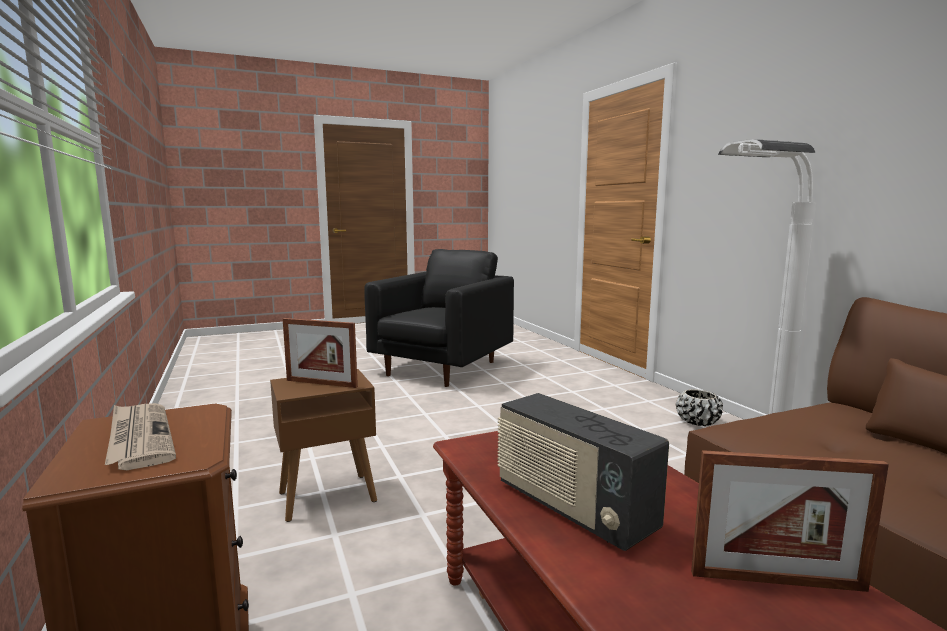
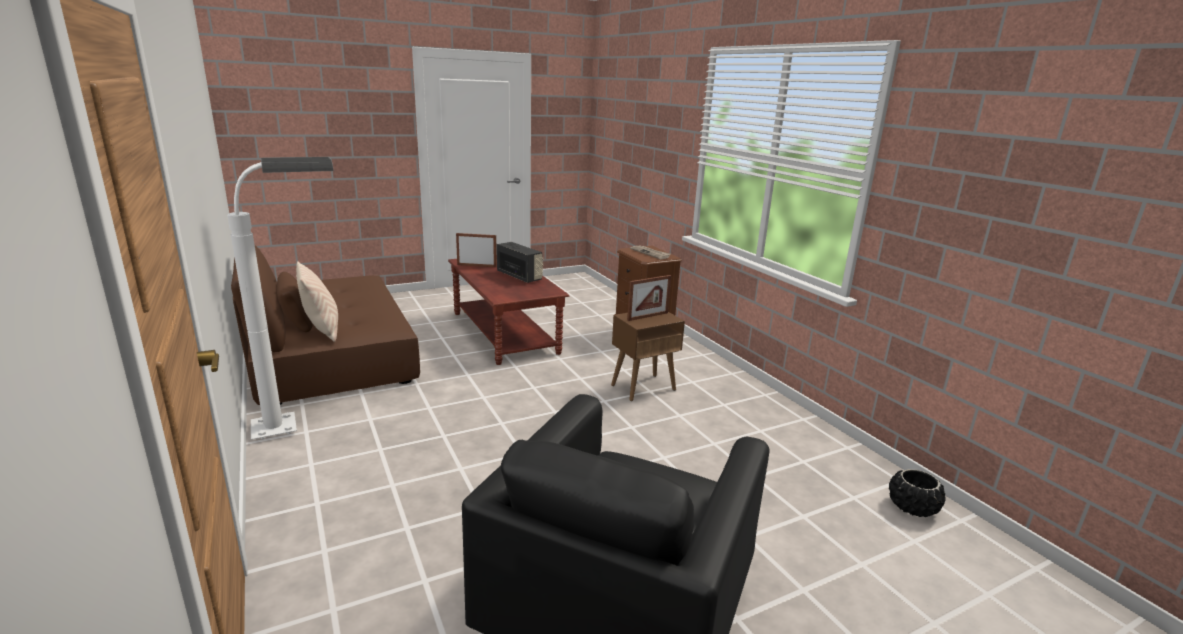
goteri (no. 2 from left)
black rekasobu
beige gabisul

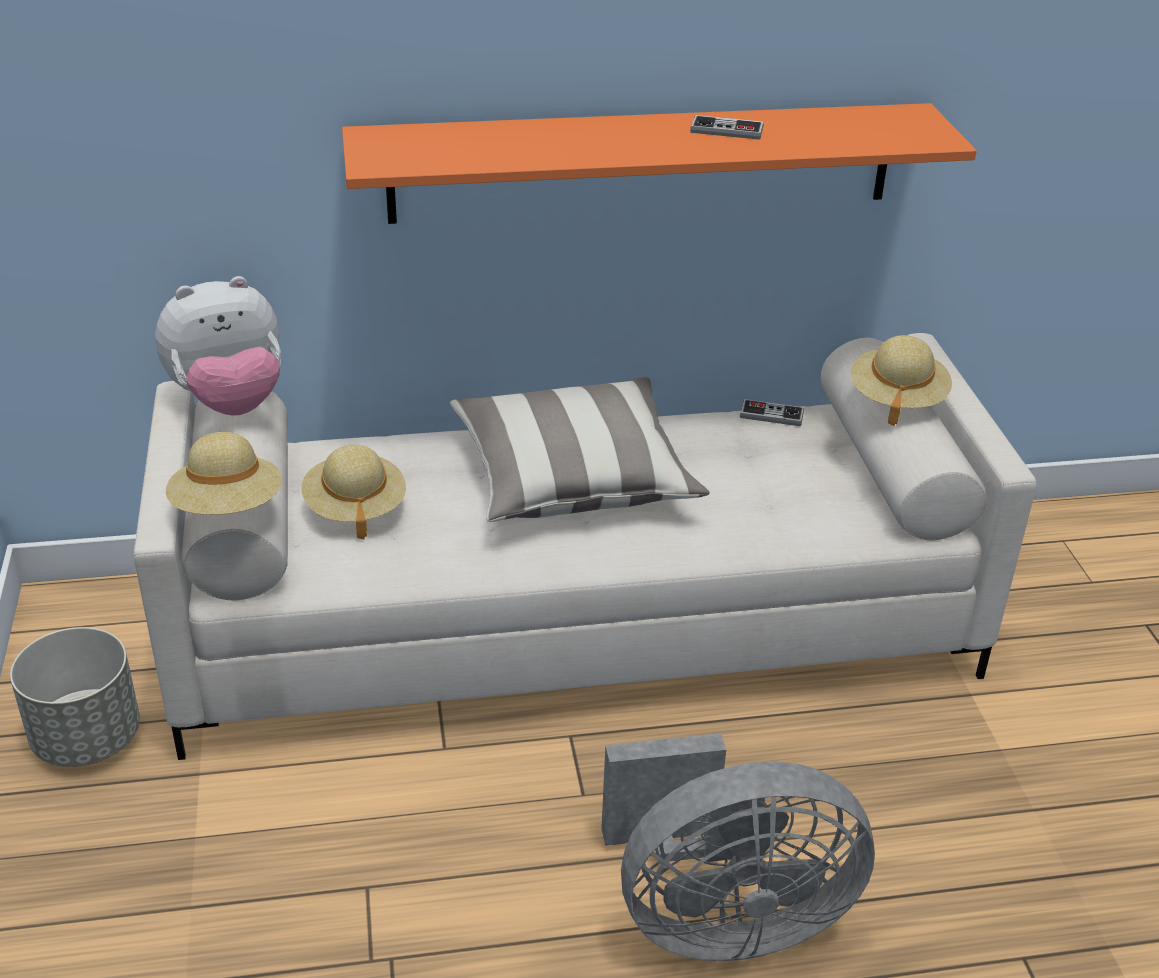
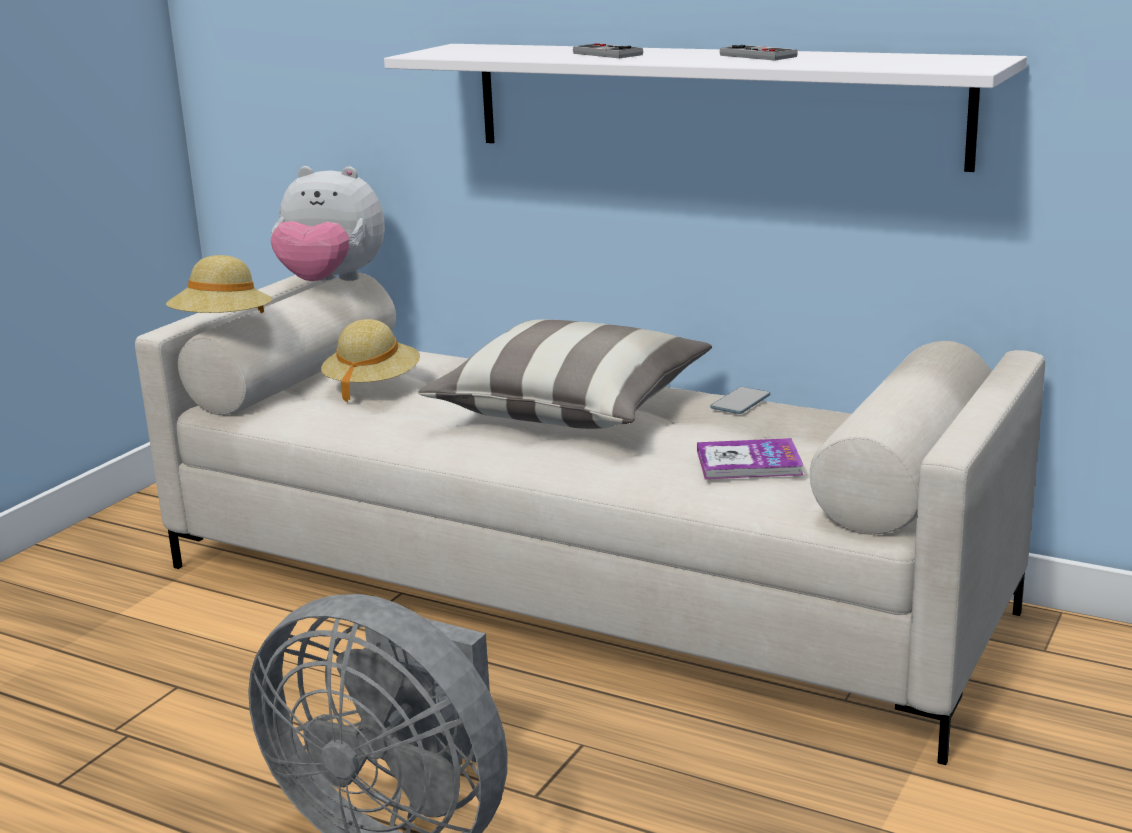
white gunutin
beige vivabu (no. 3 from left in the first image)
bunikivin (no. 1 from left)
grey rekasobu
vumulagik
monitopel

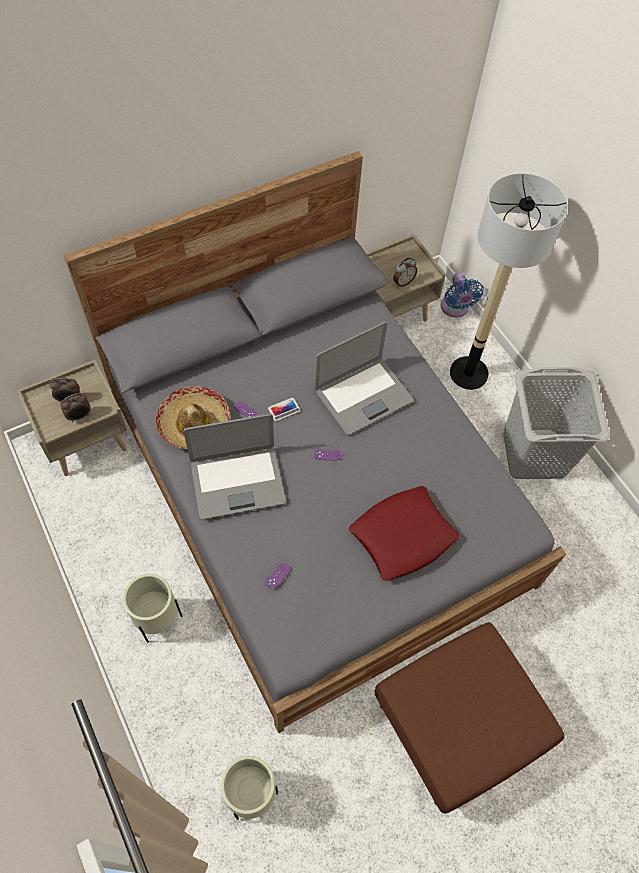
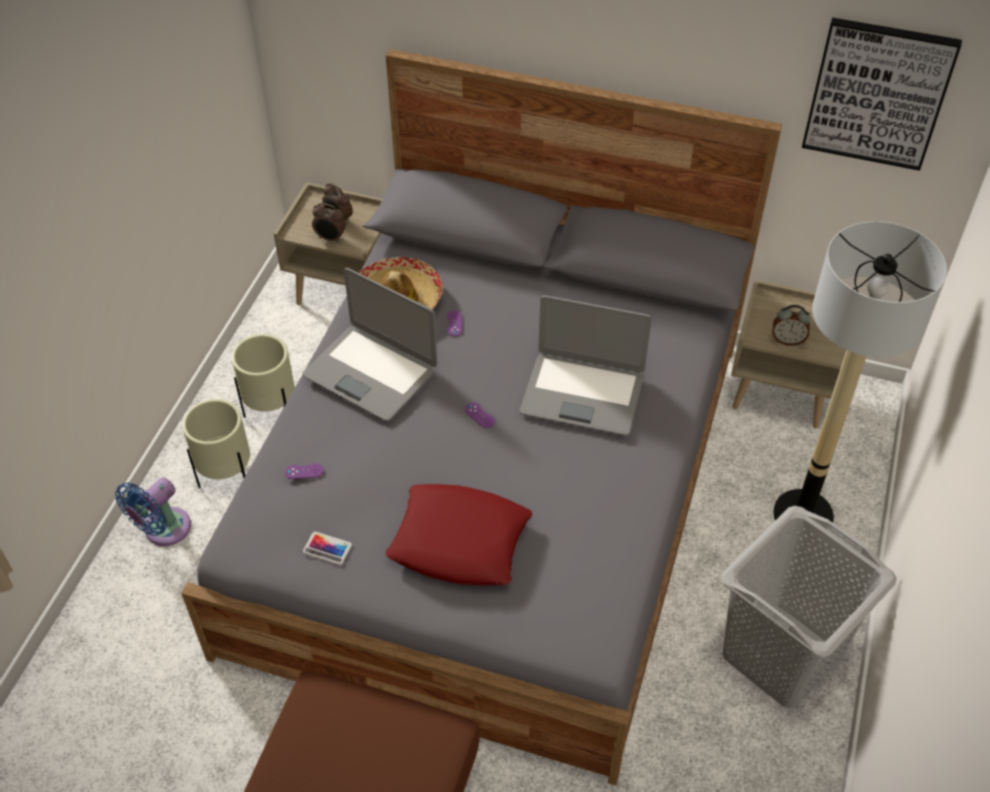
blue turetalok
vumulagik
beige rekasobu (no. 2 from left)
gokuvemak

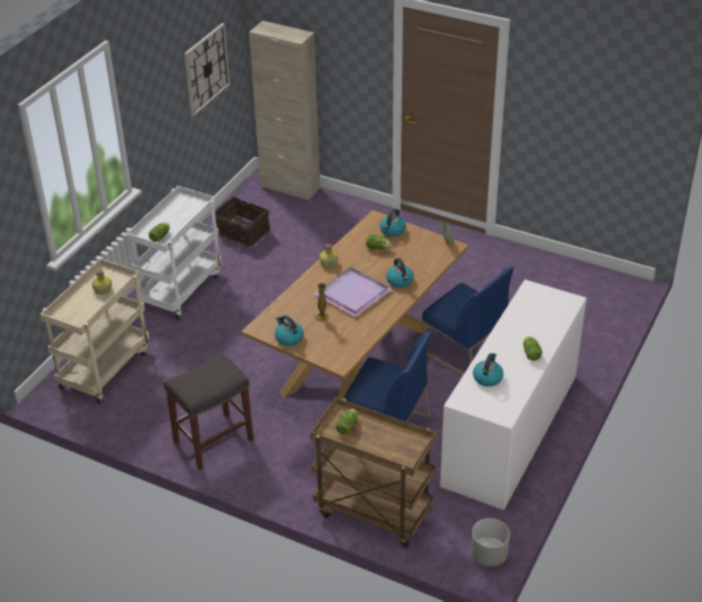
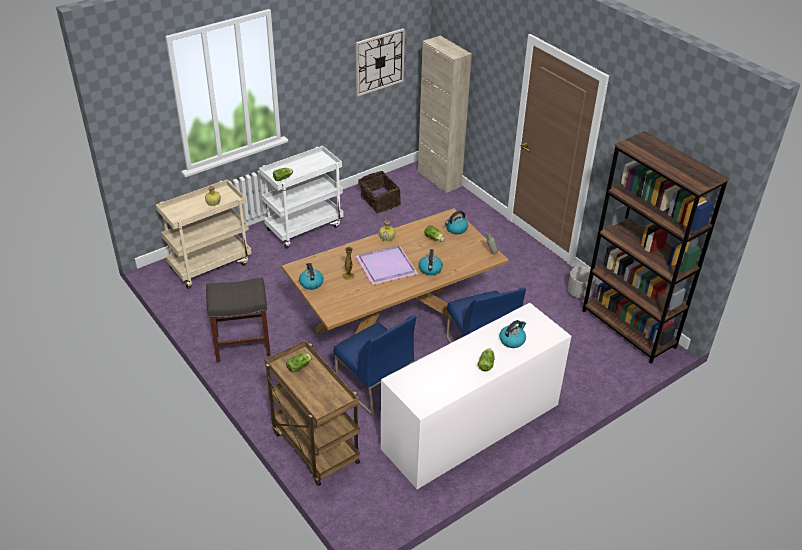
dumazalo (no. 4 from left)
grey rekasobu
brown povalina

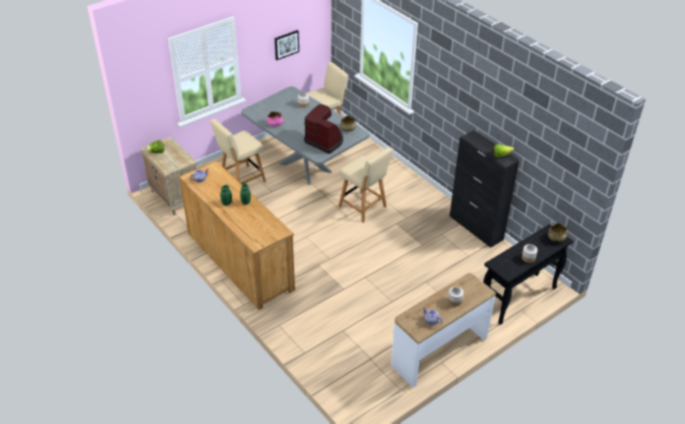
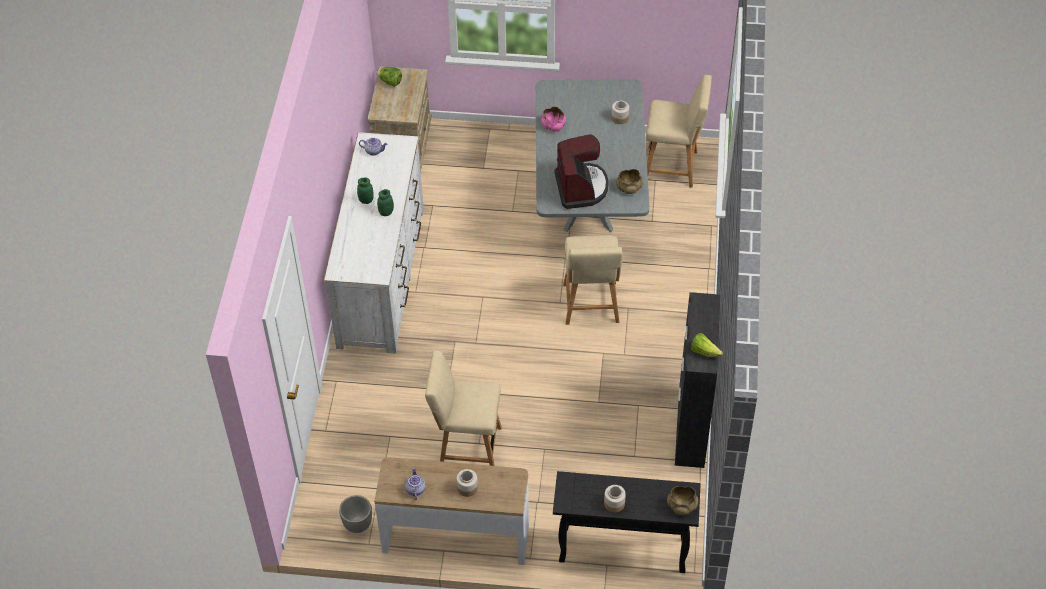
gokuvemak
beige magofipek (no. 1 from left)
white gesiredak
rekasobu

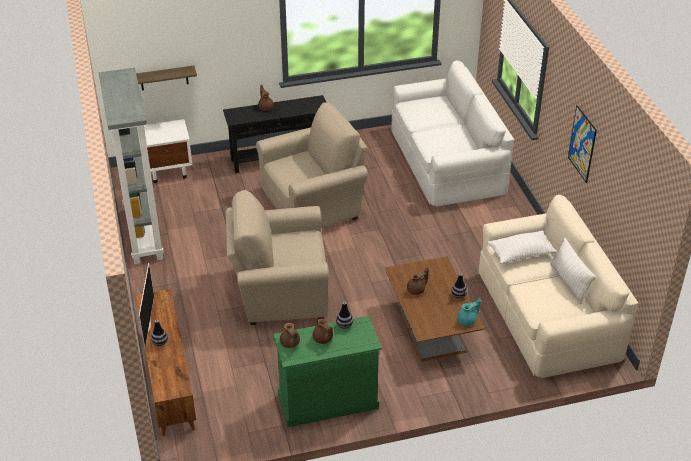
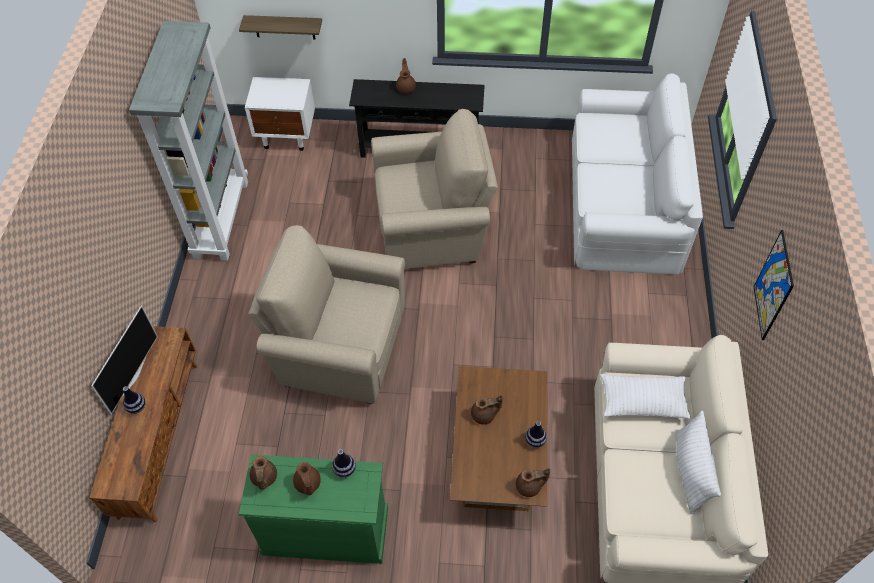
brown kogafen (no. 5 from left)

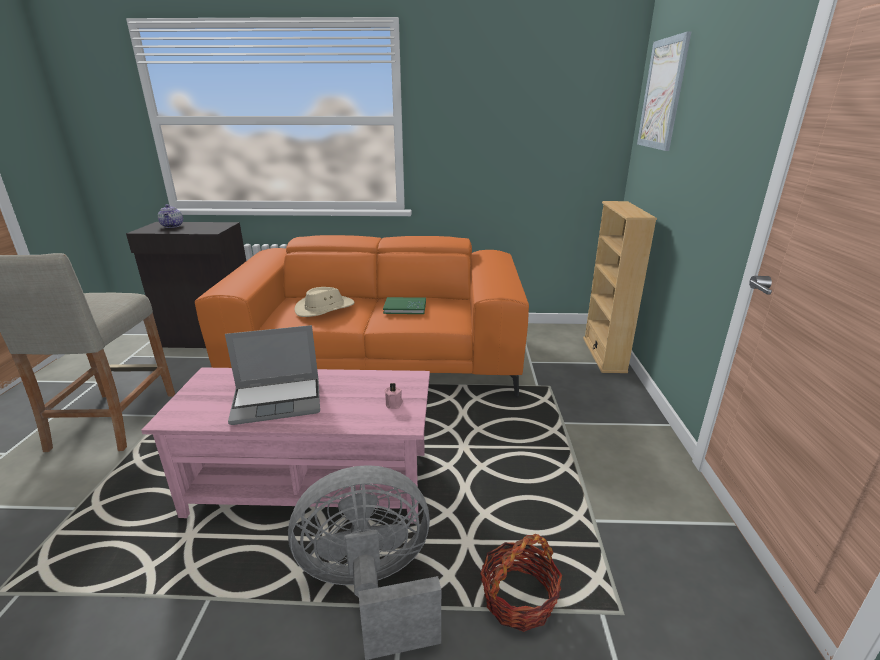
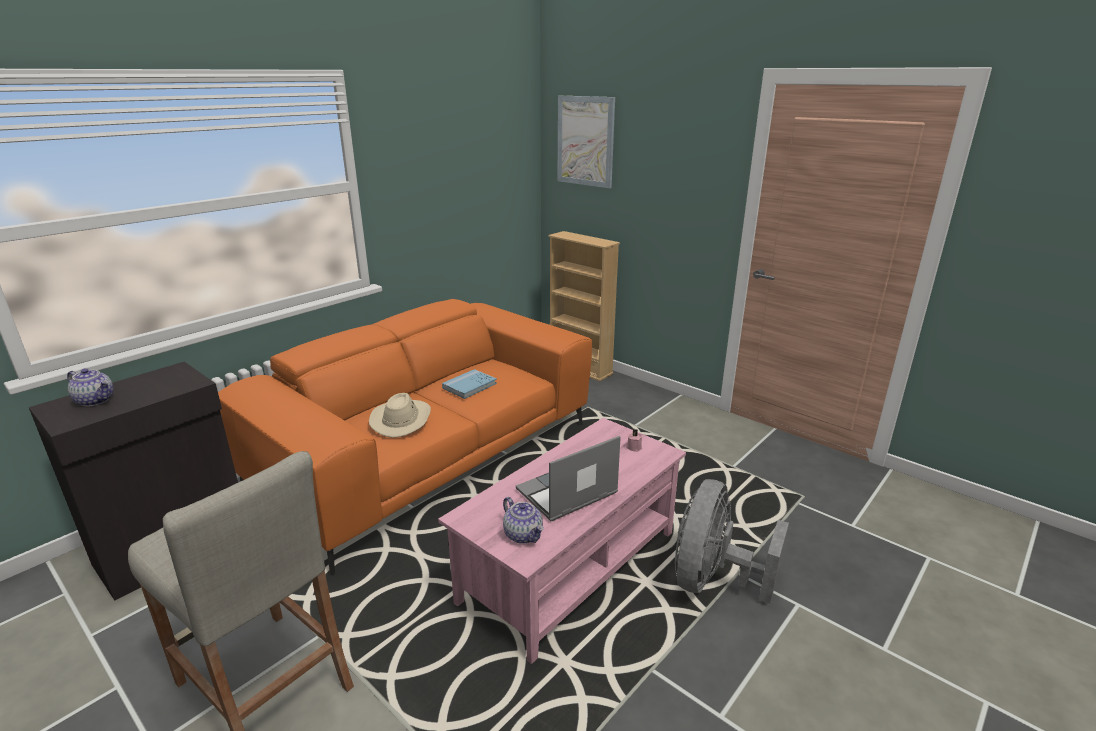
blue monitopel
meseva
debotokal
kogafen (no. 2 from left)

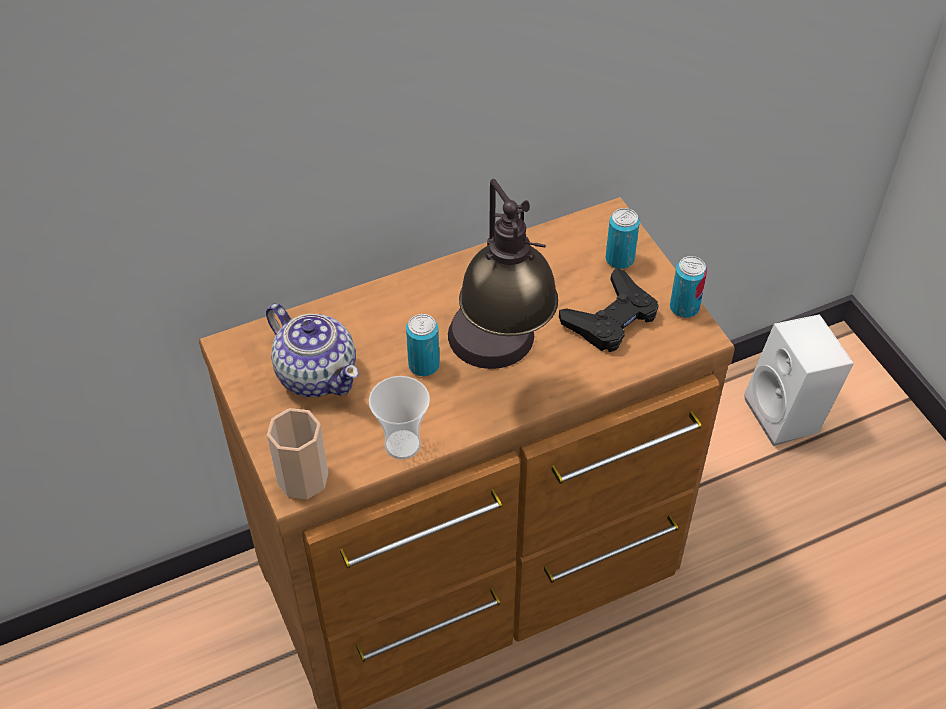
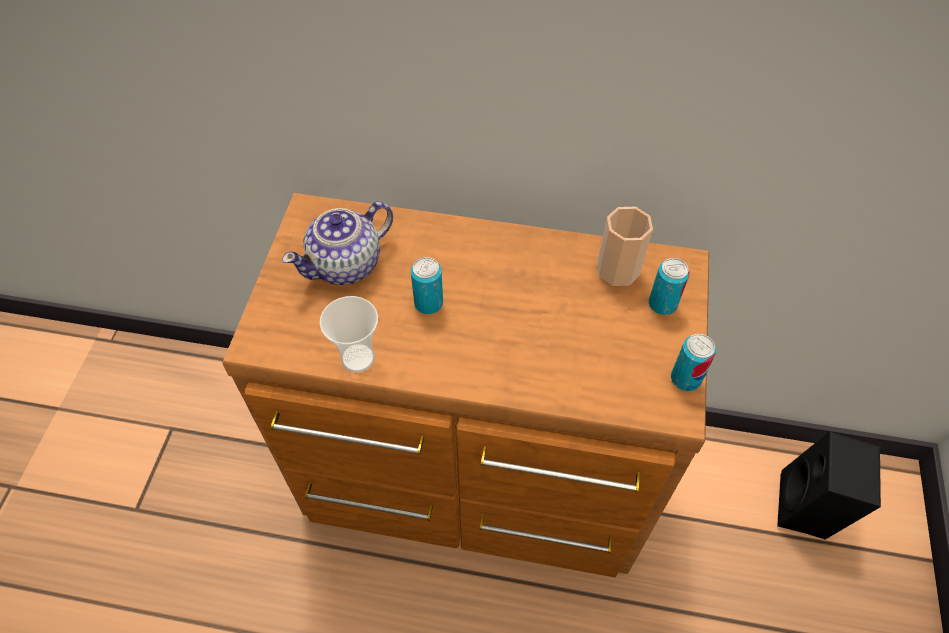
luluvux
black bunikivin
kogafen
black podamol
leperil (no. 2 from left)

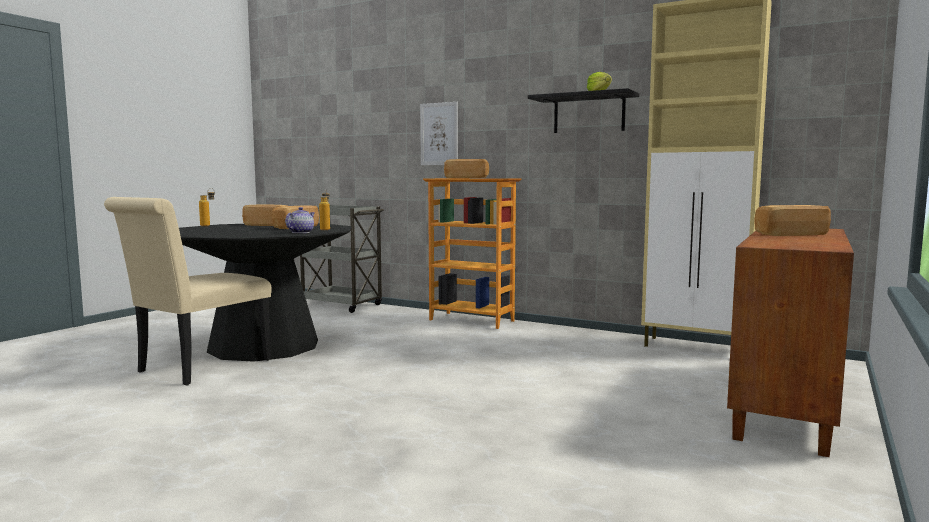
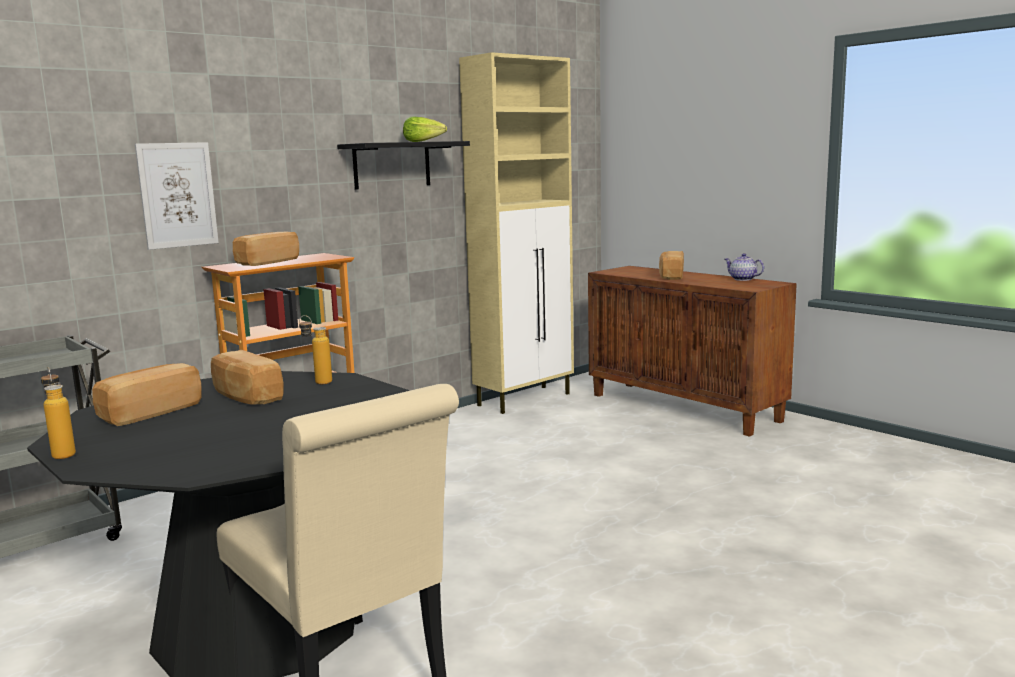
kogafen

